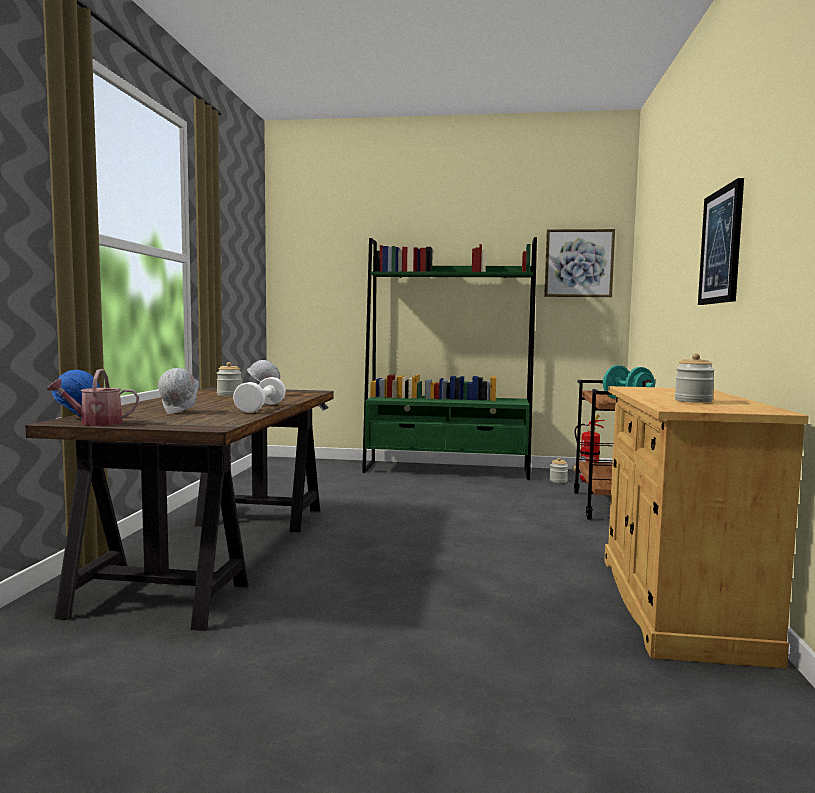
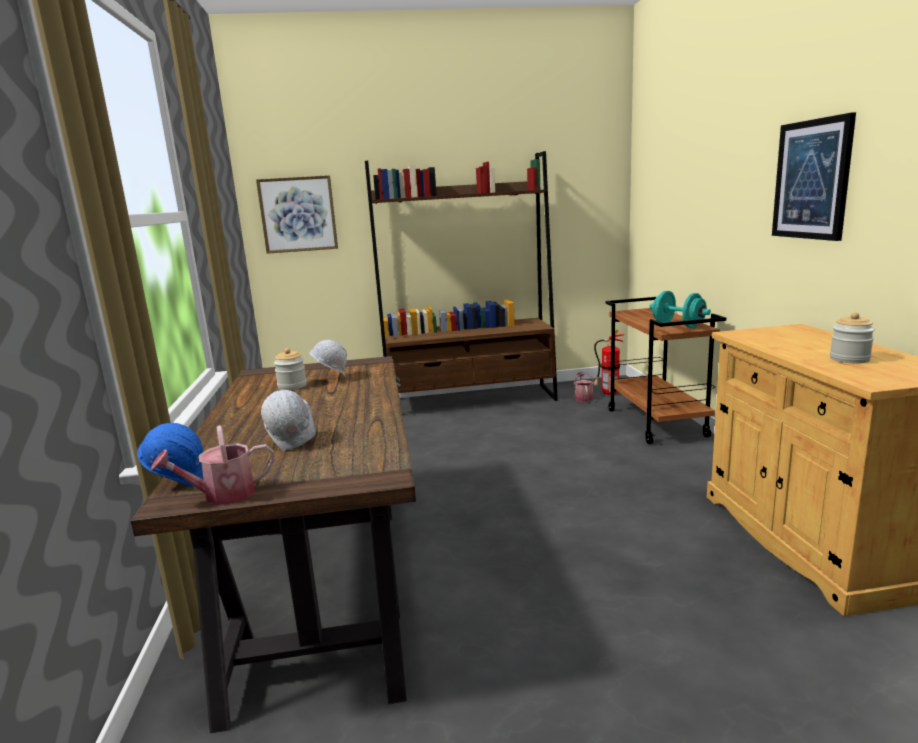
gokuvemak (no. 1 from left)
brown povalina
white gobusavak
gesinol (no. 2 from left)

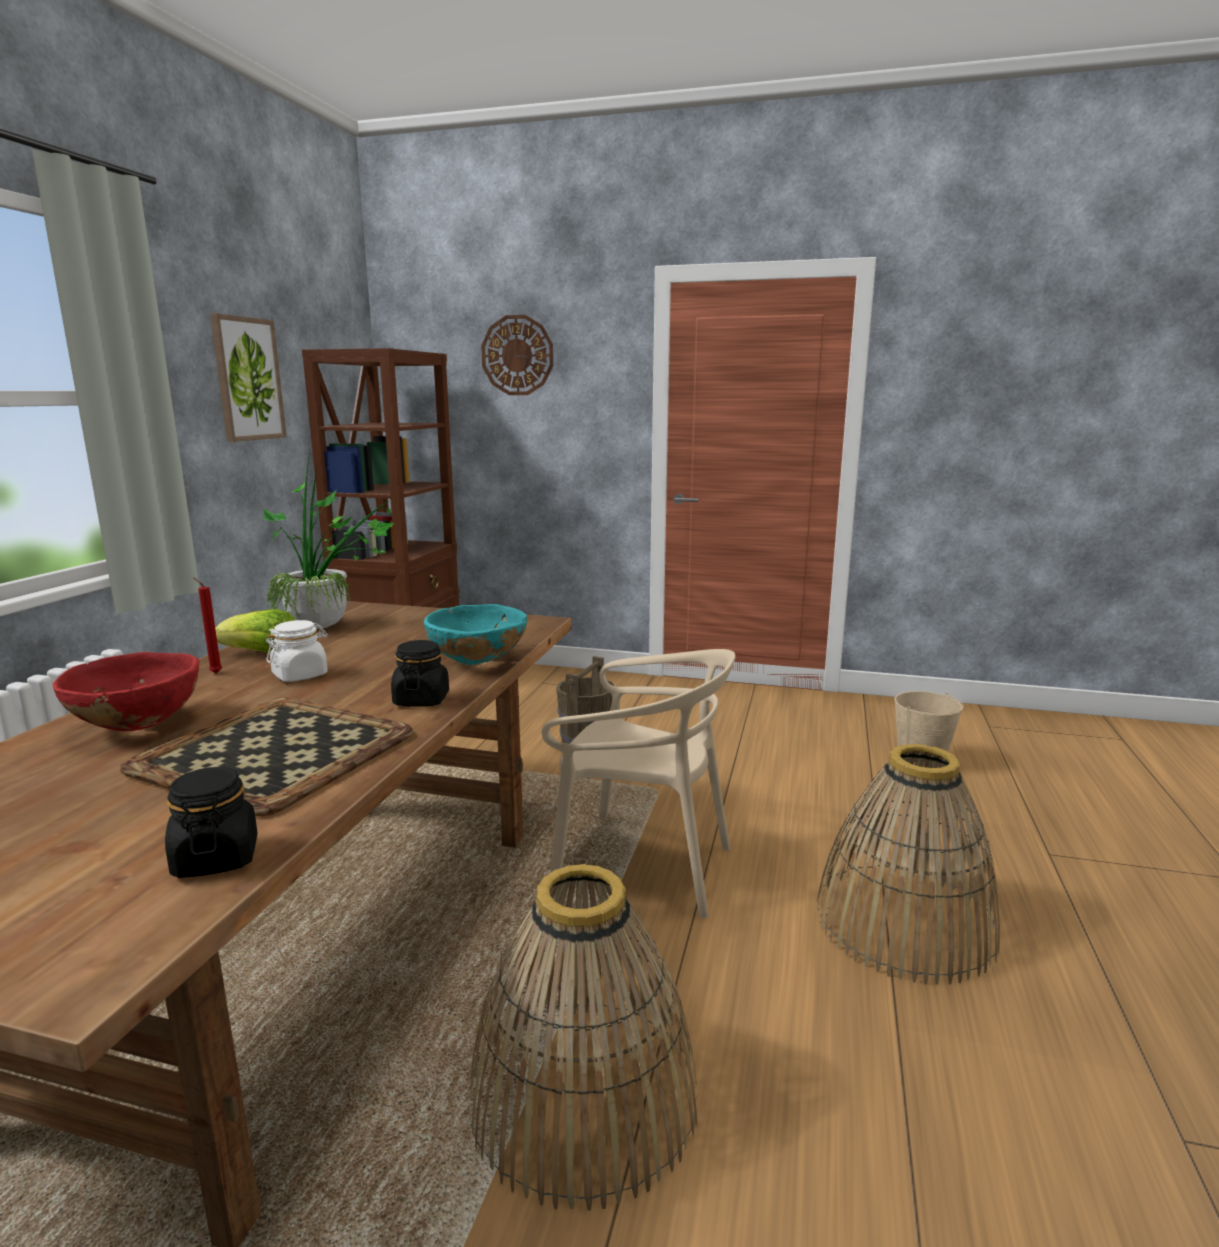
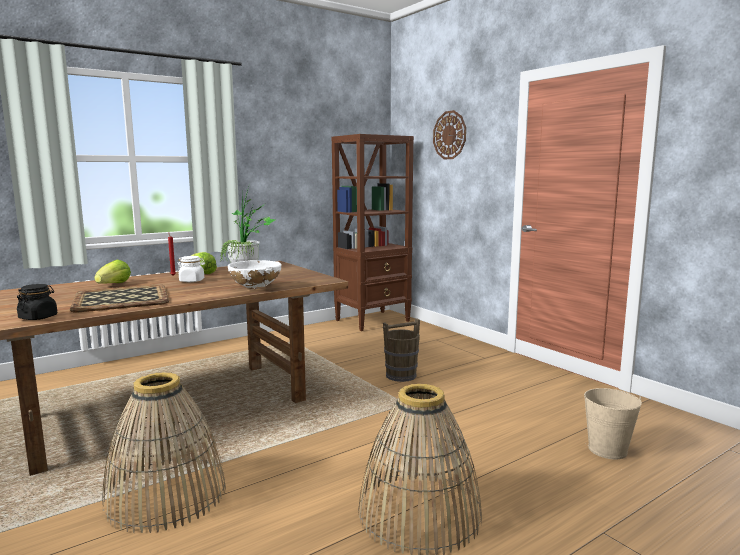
gokuvemak
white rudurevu
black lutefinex (no. 2 from left in the first image)
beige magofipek
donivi (no. 1 from left)

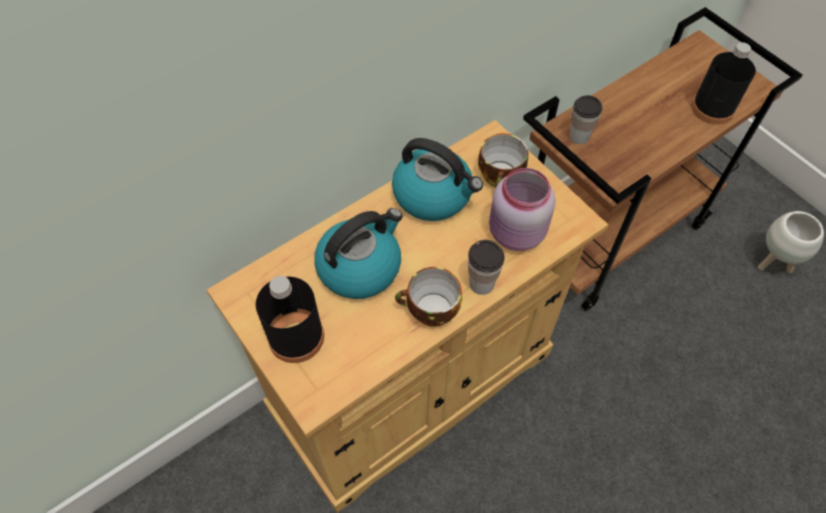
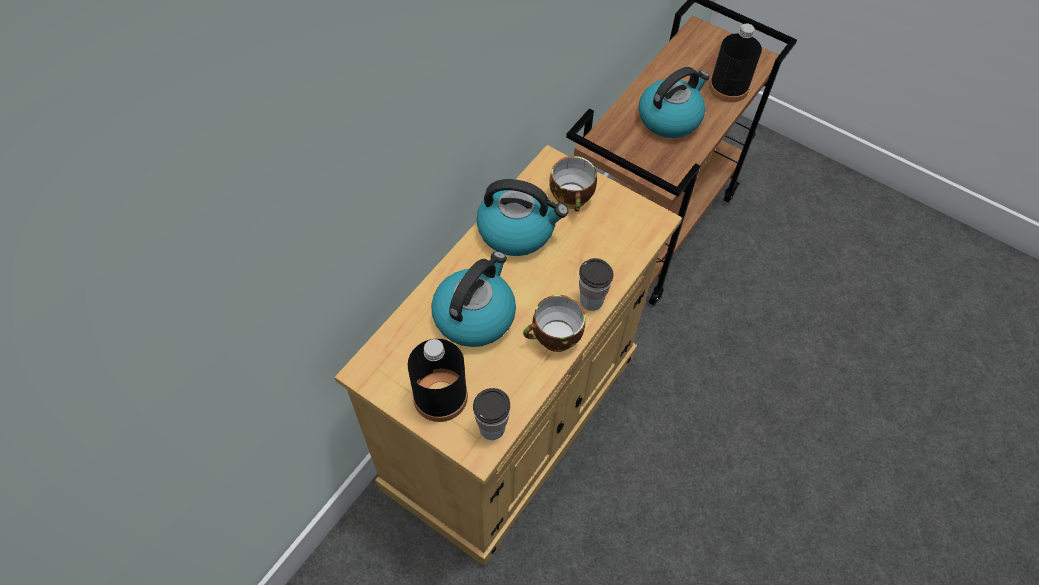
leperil (no. 1 from left)
pink lutefinex
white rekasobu
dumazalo (no. 3 from left)

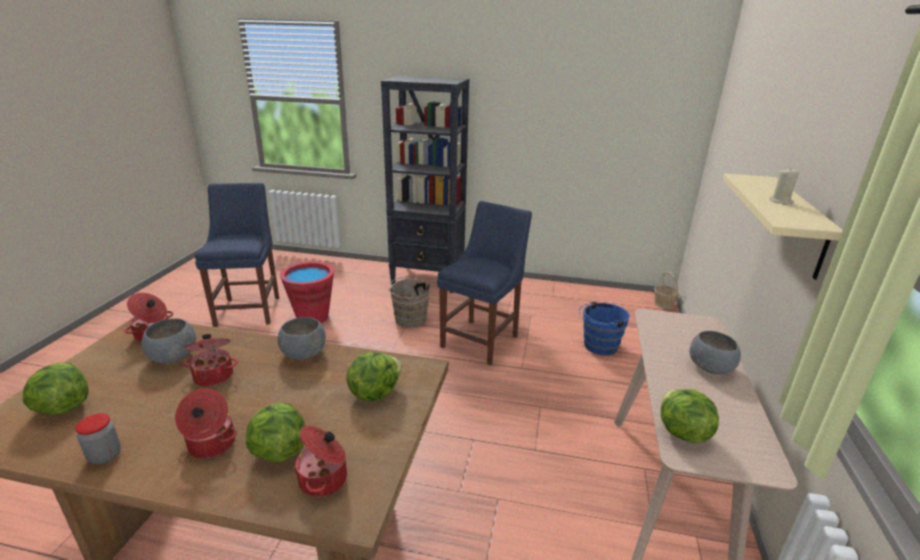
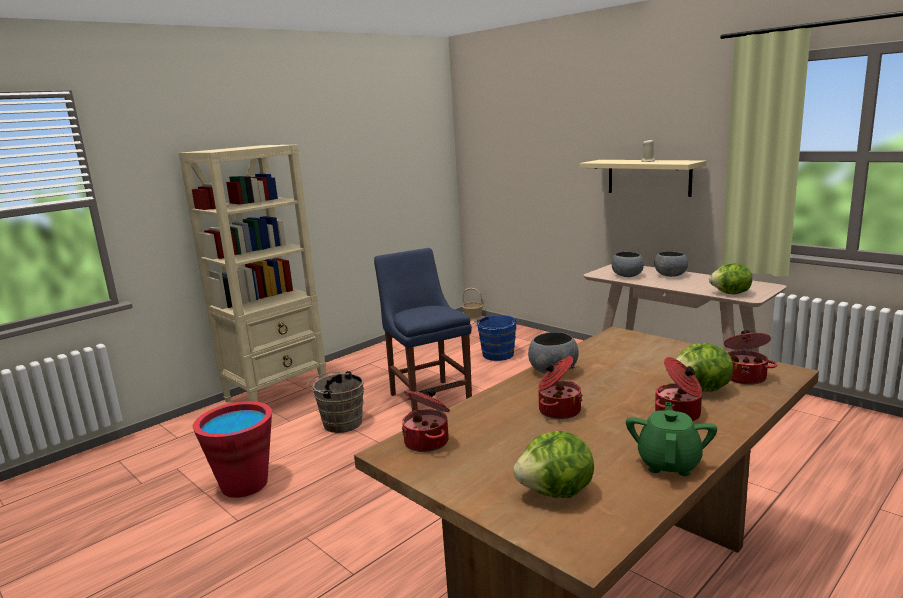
beige povalina
blue magofipek (no. 1 from left in the first image)
grey rudurevu (no. 2 from left)
donivi (no. 3 from left in the first image)
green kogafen

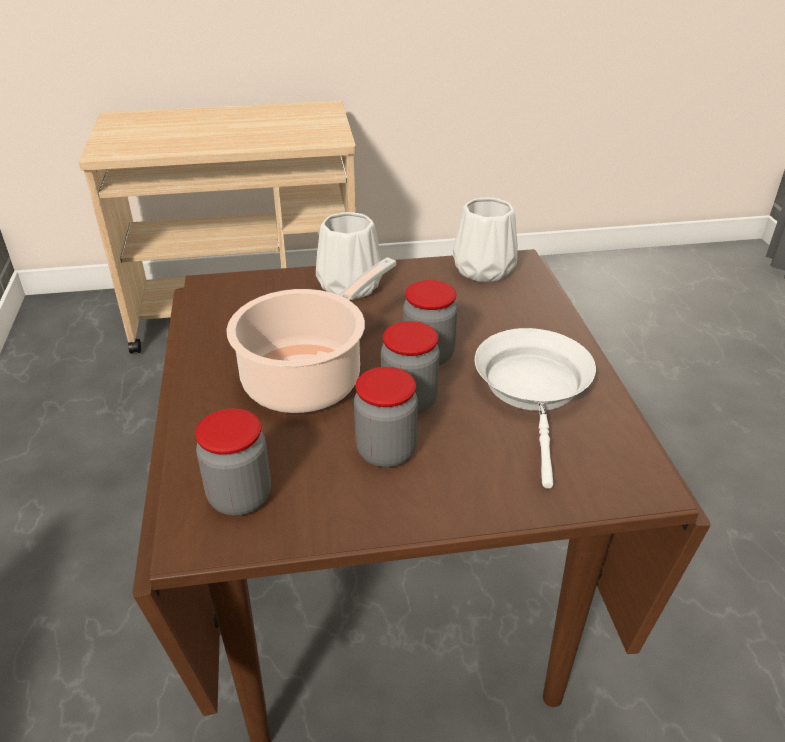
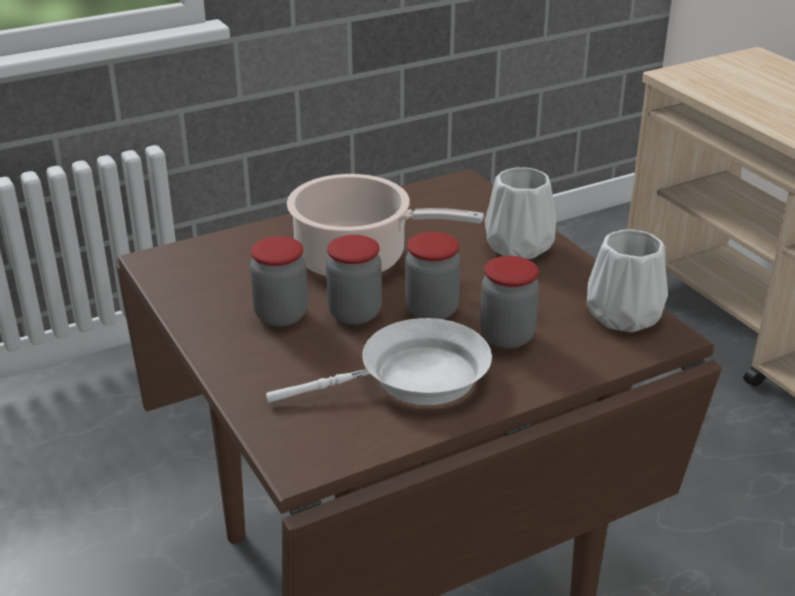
lutefinex (no. 4 from left)

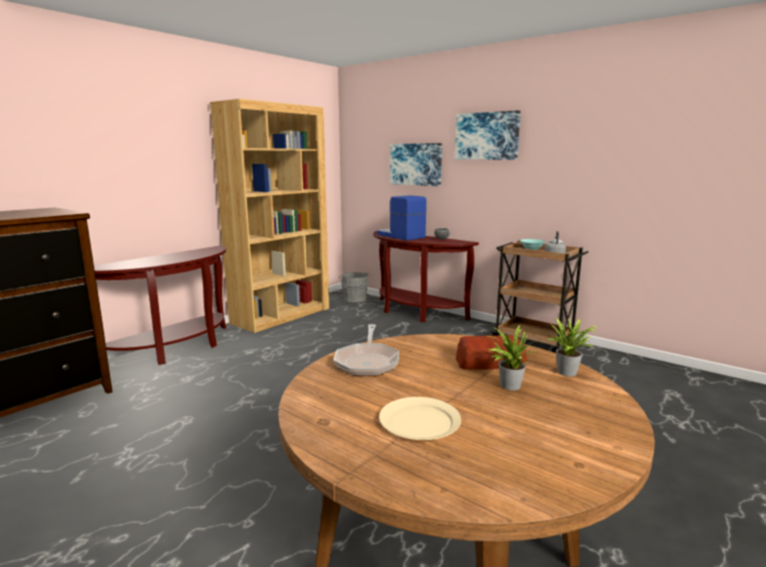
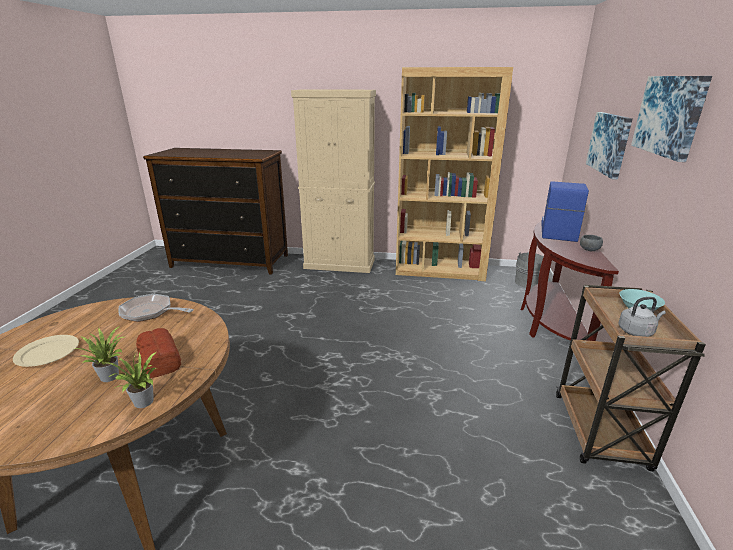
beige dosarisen
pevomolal

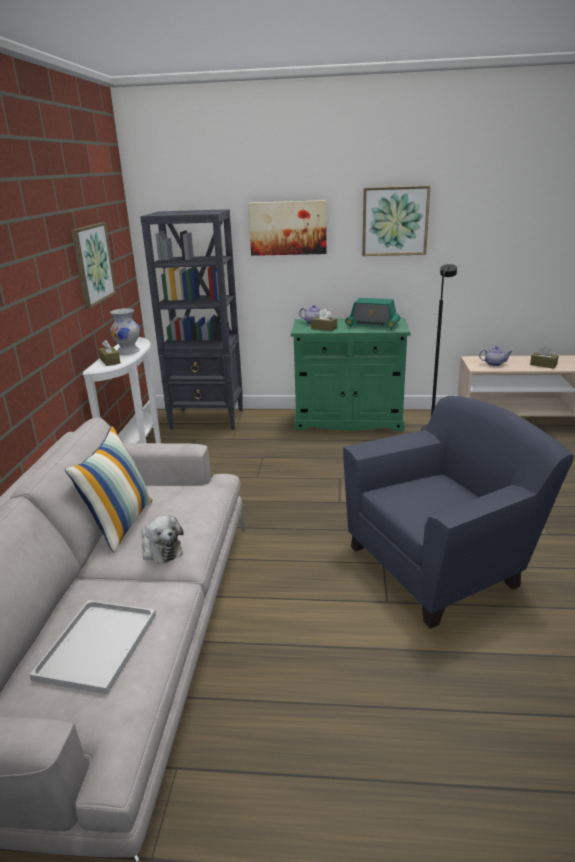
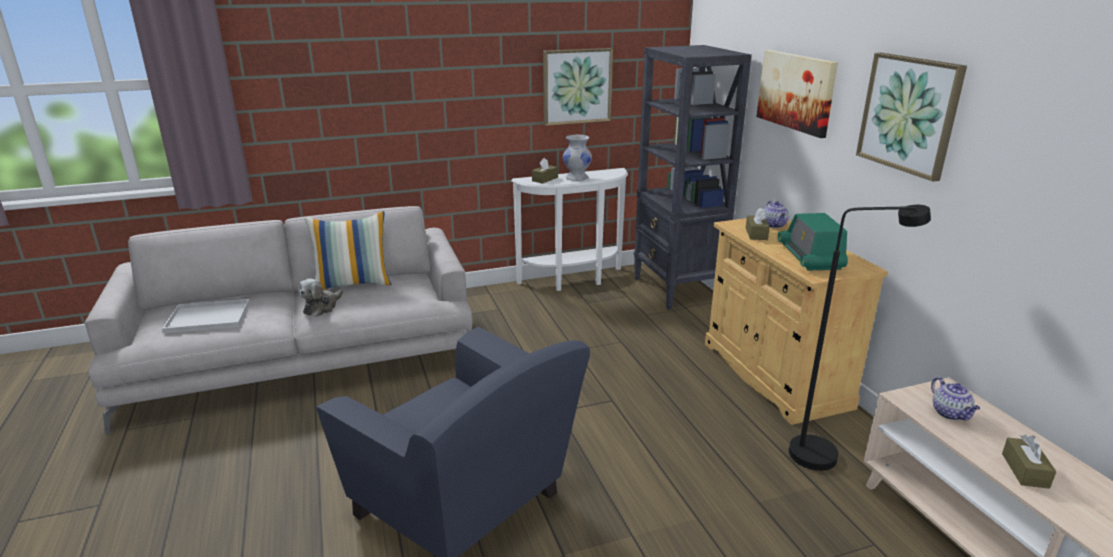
beige dosarisen

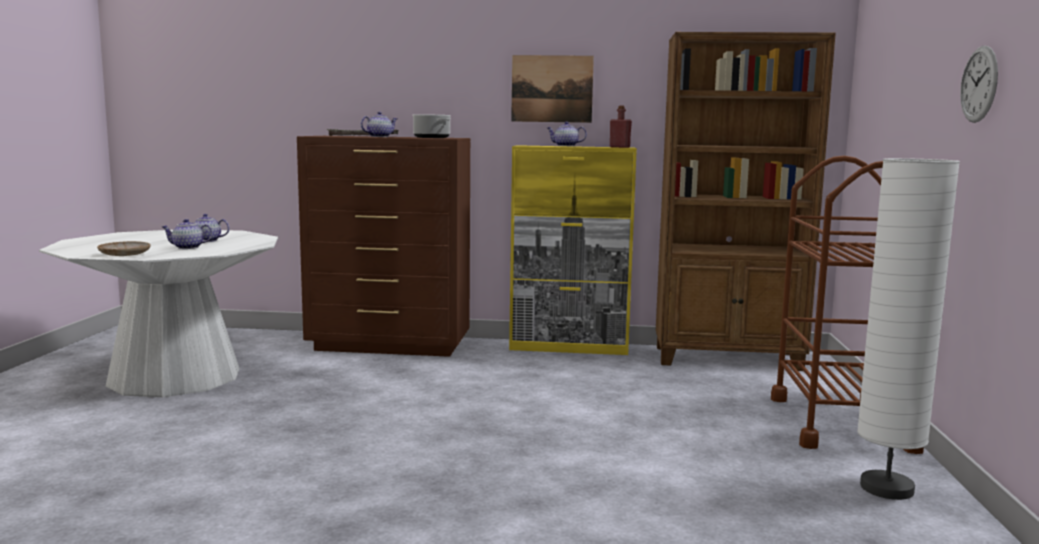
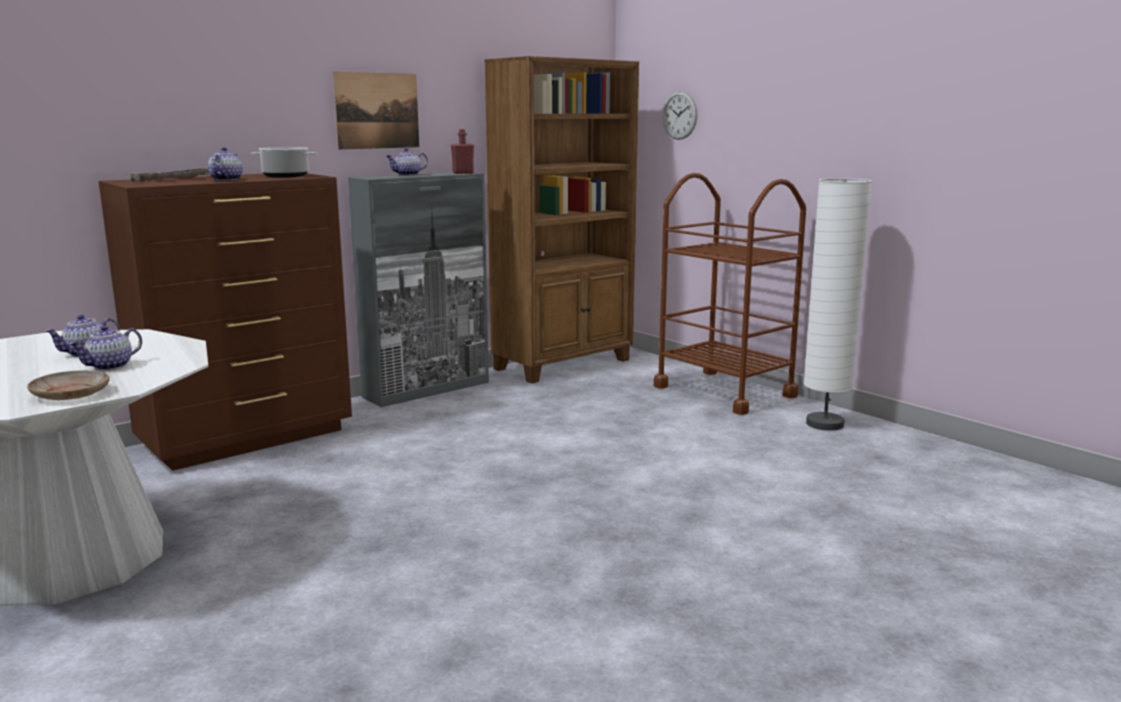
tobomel
grey dosarisen

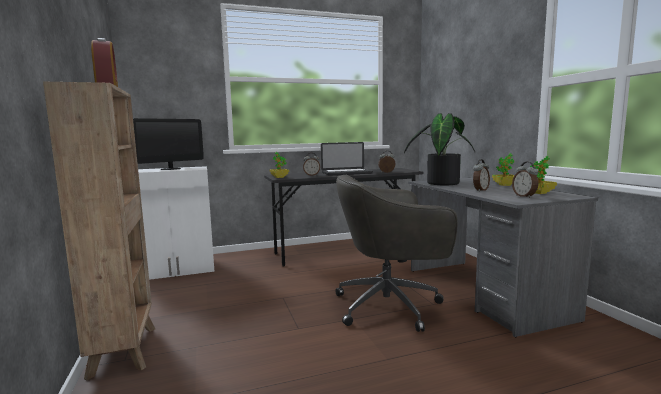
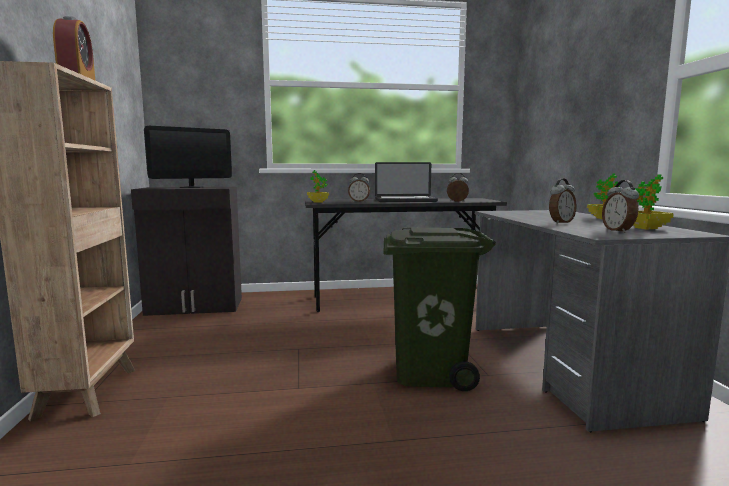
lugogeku (no. 2 from left in the first image)
black dosarisen
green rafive

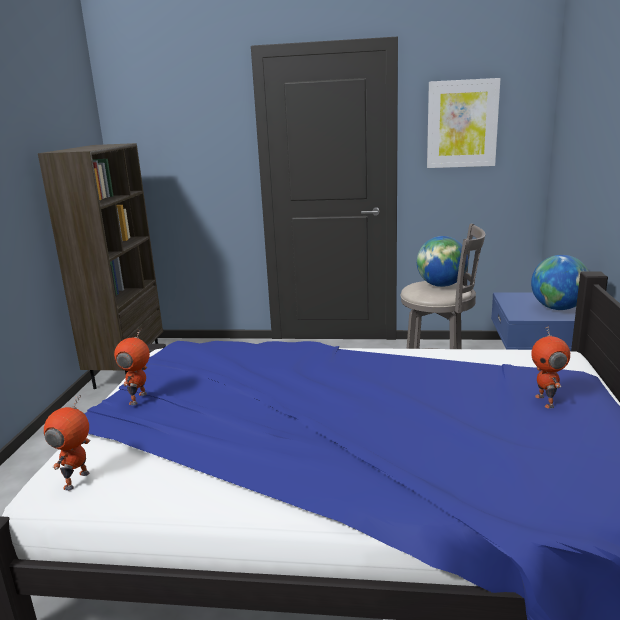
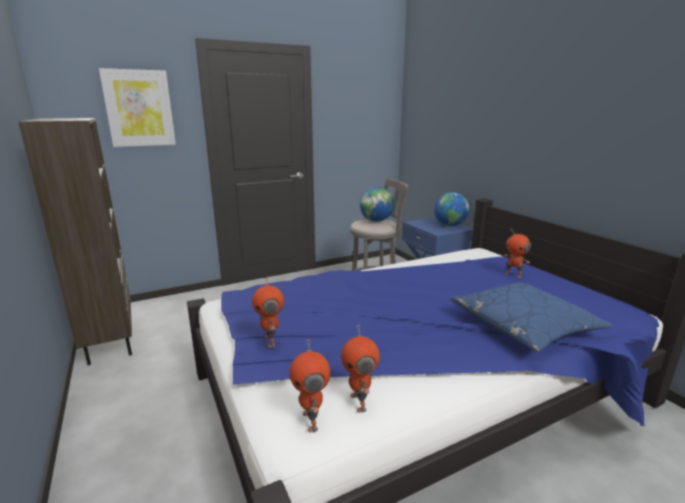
gokuvemak
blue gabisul
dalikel (no. 3 from left)

